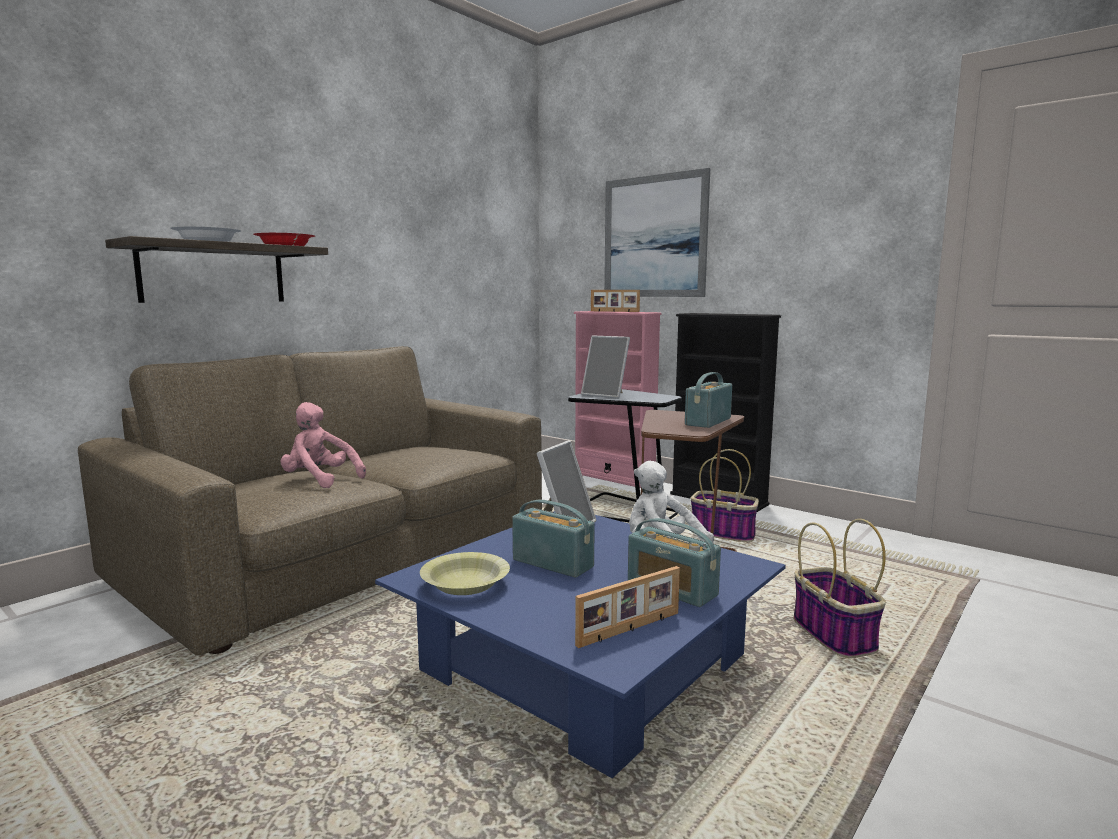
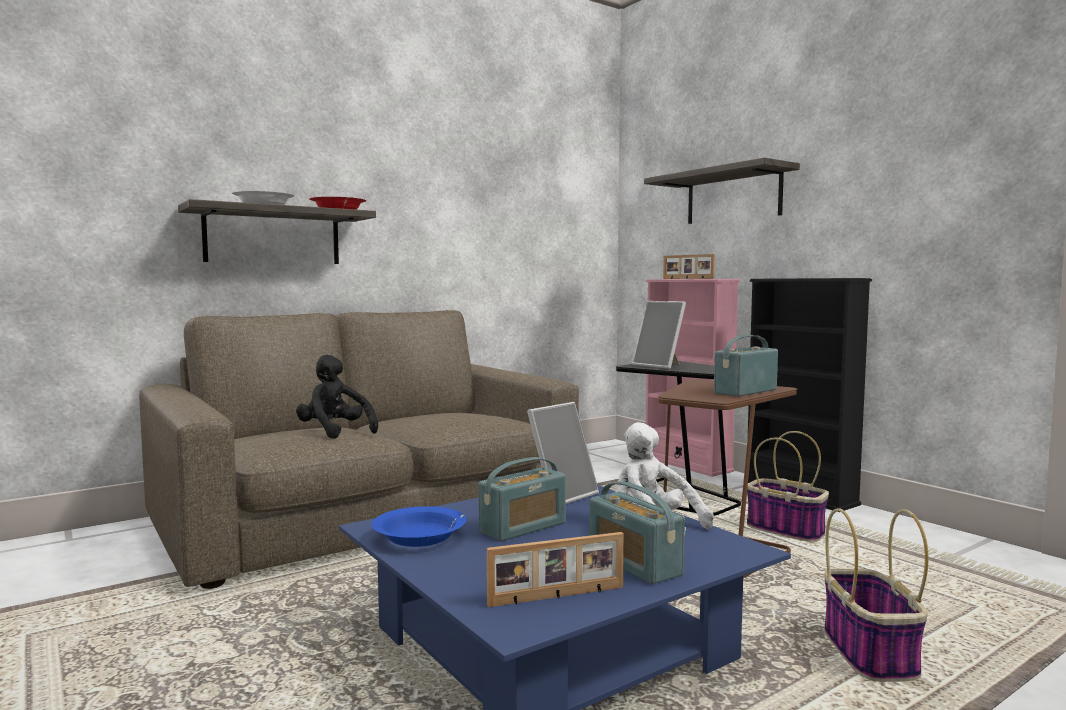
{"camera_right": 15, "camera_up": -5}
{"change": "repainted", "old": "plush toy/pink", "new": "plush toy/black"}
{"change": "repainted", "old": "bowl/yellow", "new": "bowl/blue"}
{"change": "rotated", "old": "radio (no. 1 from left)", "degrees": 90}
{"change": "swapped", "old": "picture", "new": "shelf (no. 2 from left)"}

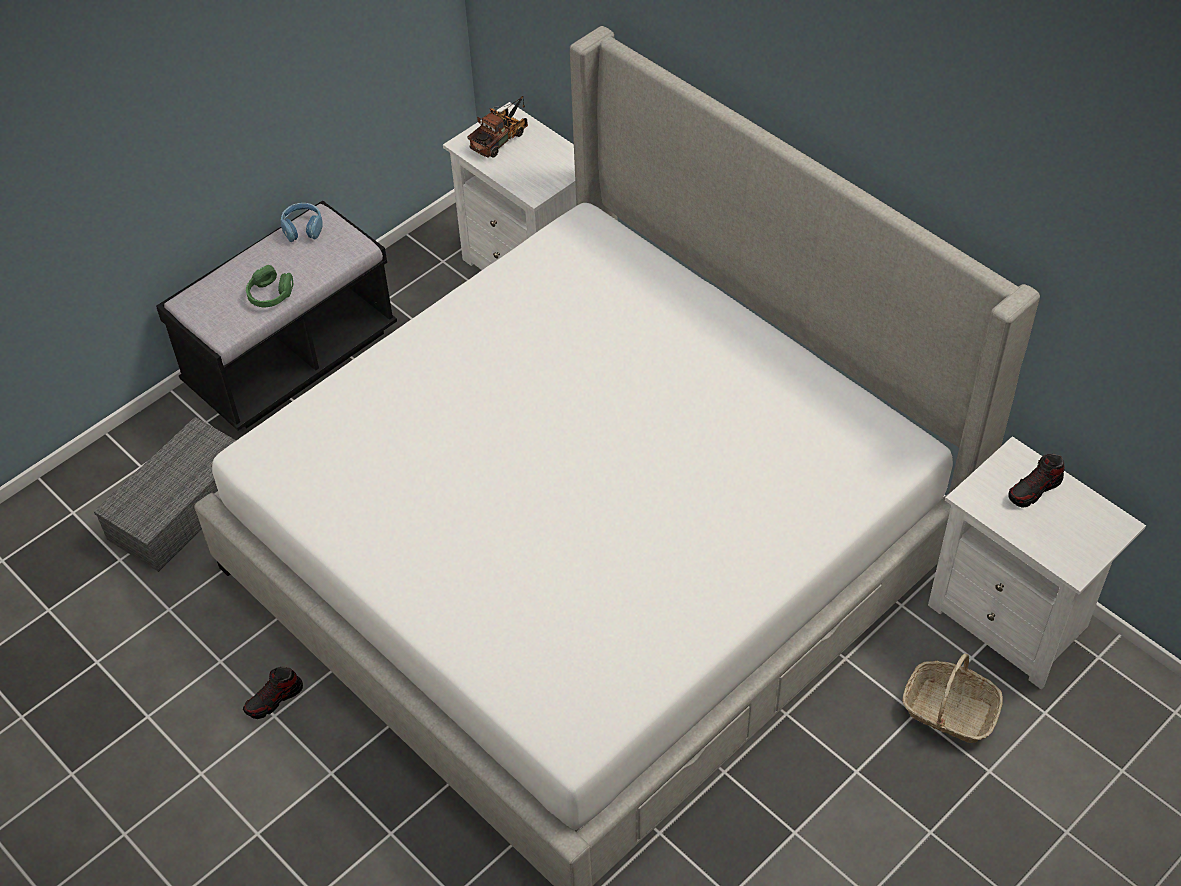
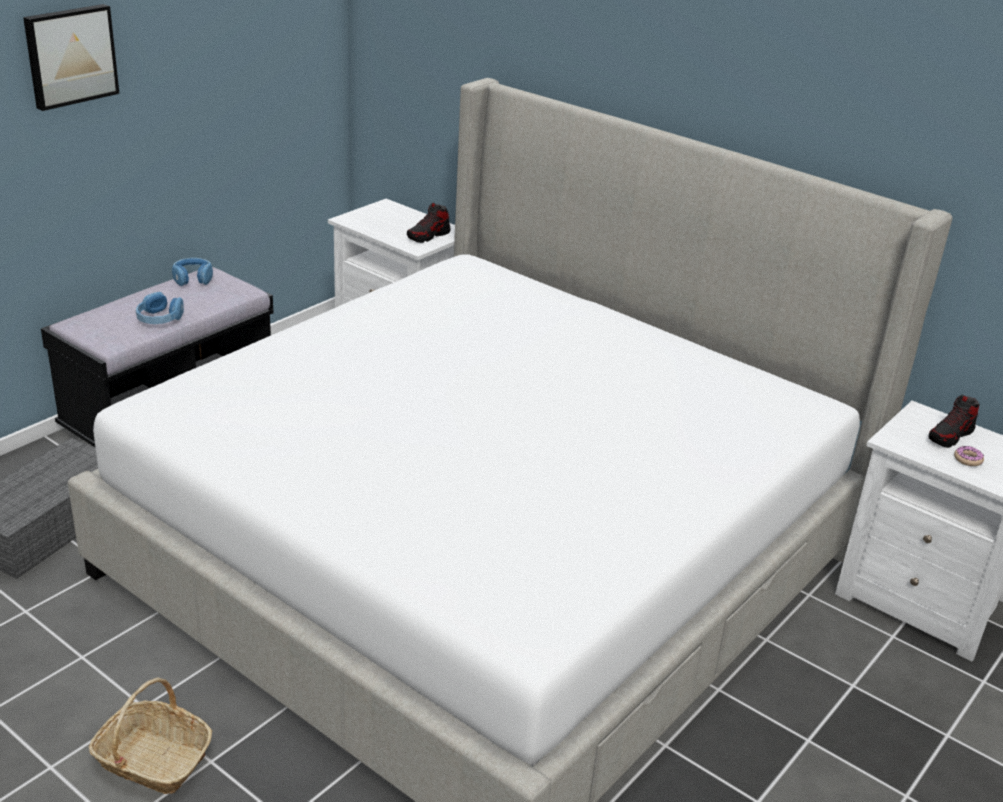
{"camera_right": -10, "camera_up": -20}
{"change": "shifted", "old": "shoe (no. 1 from left)"}
{"change": "repainted", "old": "headphones/green", "new": "headphones/blue (no. 1 from left)"}
{"change": "gone", "old": "toy truck"}
{"change": "shifted", "old": "basket"}
{"change": "new", "new": "picture"}
{"change": "new", "new": "donut"}

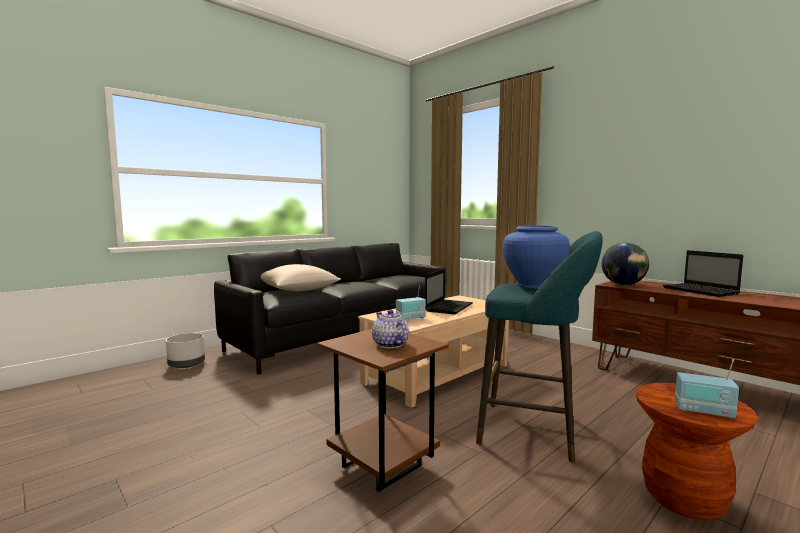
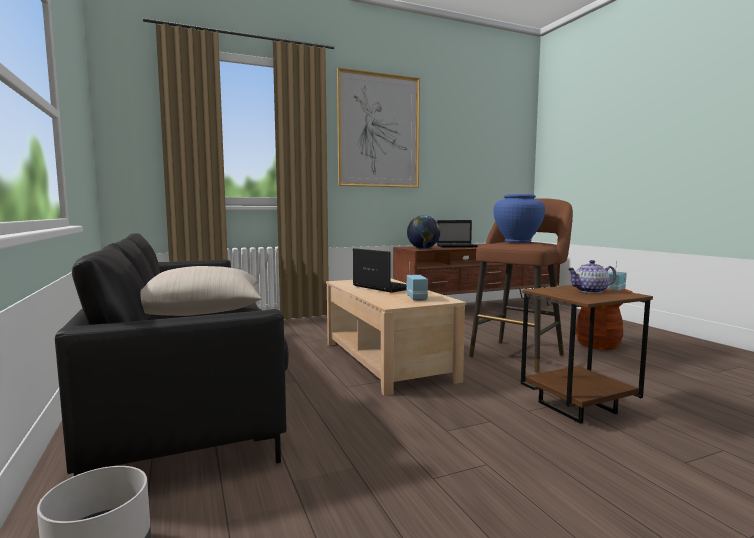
{"camera_right": -70, "camera_up": 0}
{"change": "repainted", "old": "stool/turquoise", "new": "stool/brown (no. 1 from left)"}
{"change": "new", "new": "picture"}

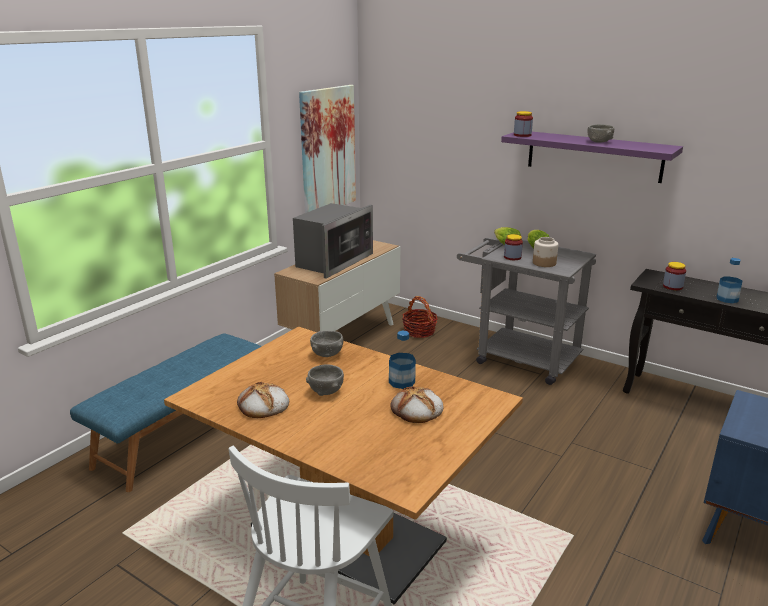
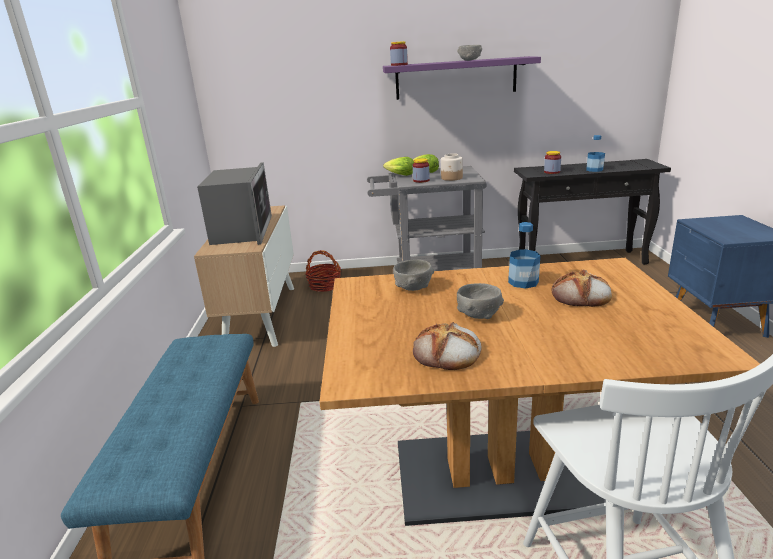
{"camera_right": -35, "camera_up": 0}
{"change": "gone", "old": "picture"}

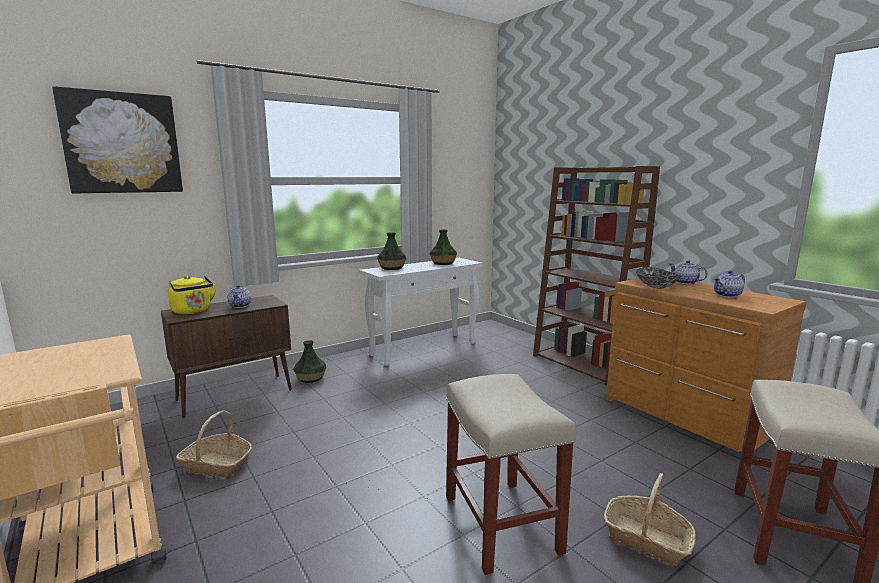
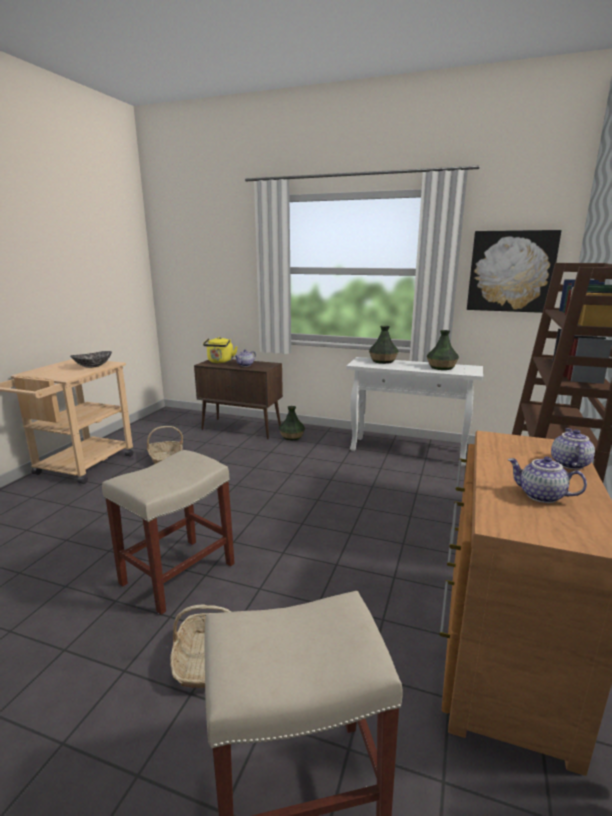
{"camera_right": 55, "camera_up": 5}
{"change": "shifted", "old": "picture"}
{"change": "shifted", "old": "bowl"}

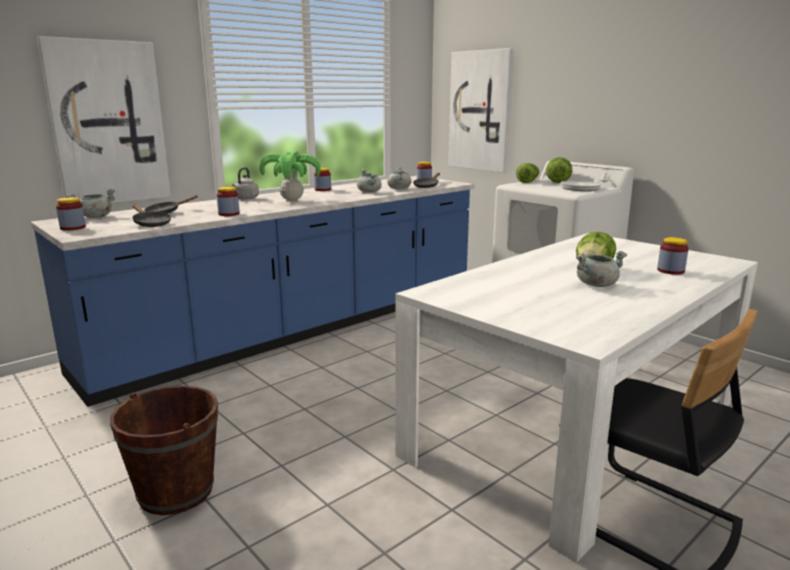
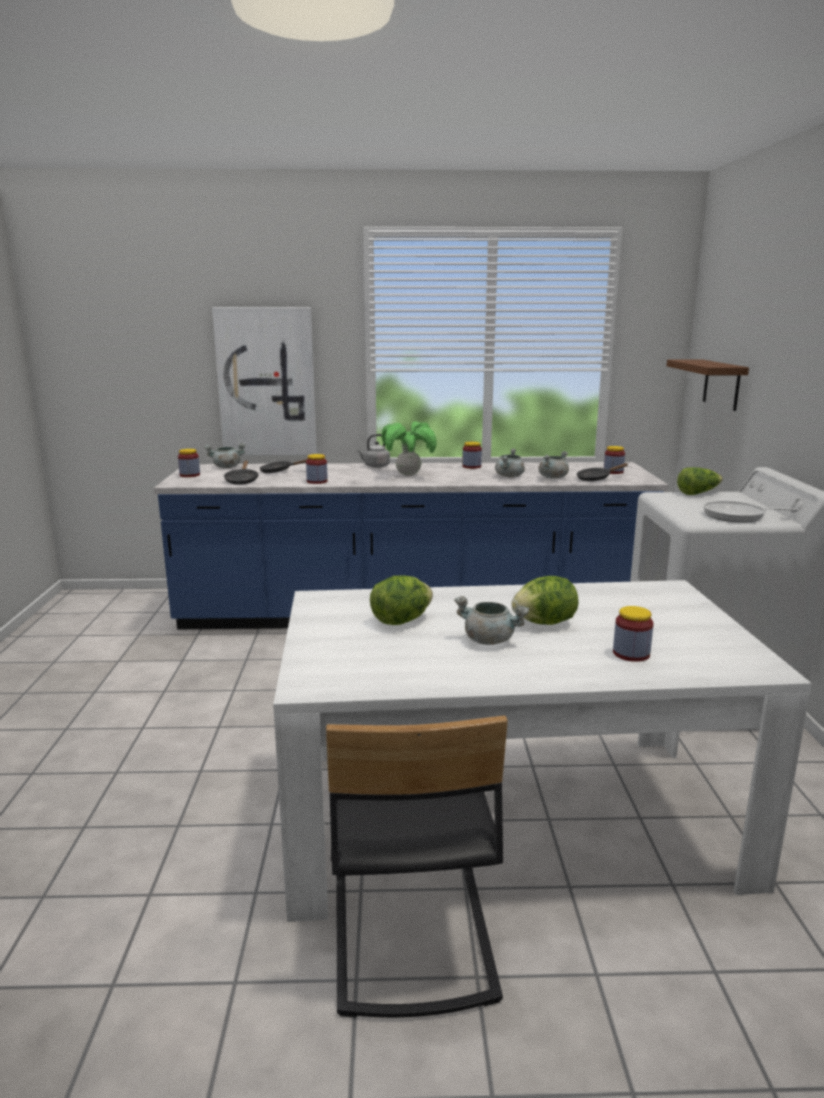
{"camera_right": 40, "camera_up": 0}
{"change": "gone", "old": "bucket/brown"}
{"change": "swapped", "old": "picture (no. 2 from left)", "new": "shelf/brown"}
{"change": "shifted", "old": "lettuce (no. 2 from left in the first image)", "new": "lettuce (no. 1 from left)"}

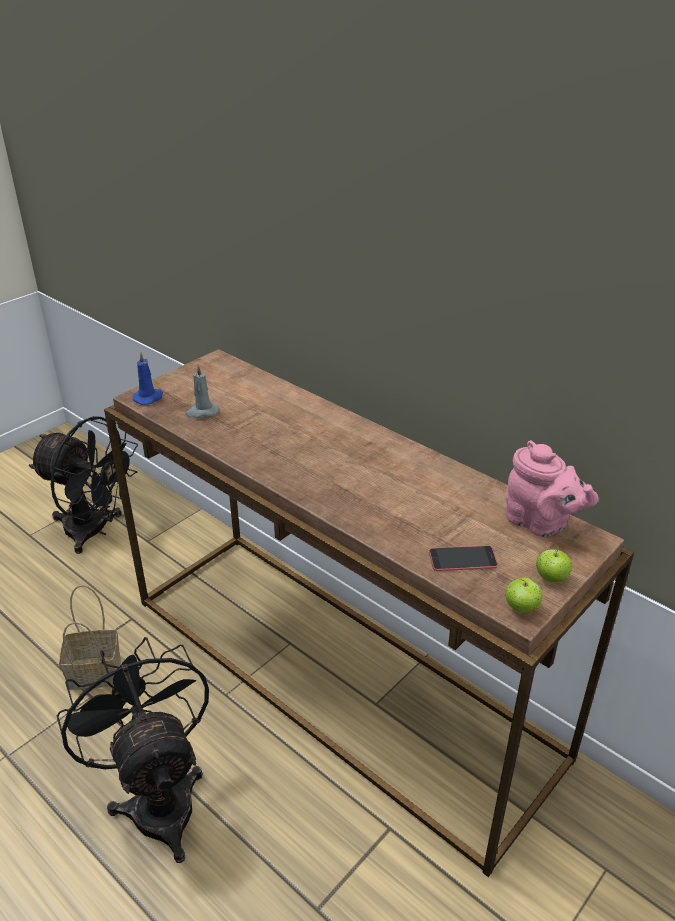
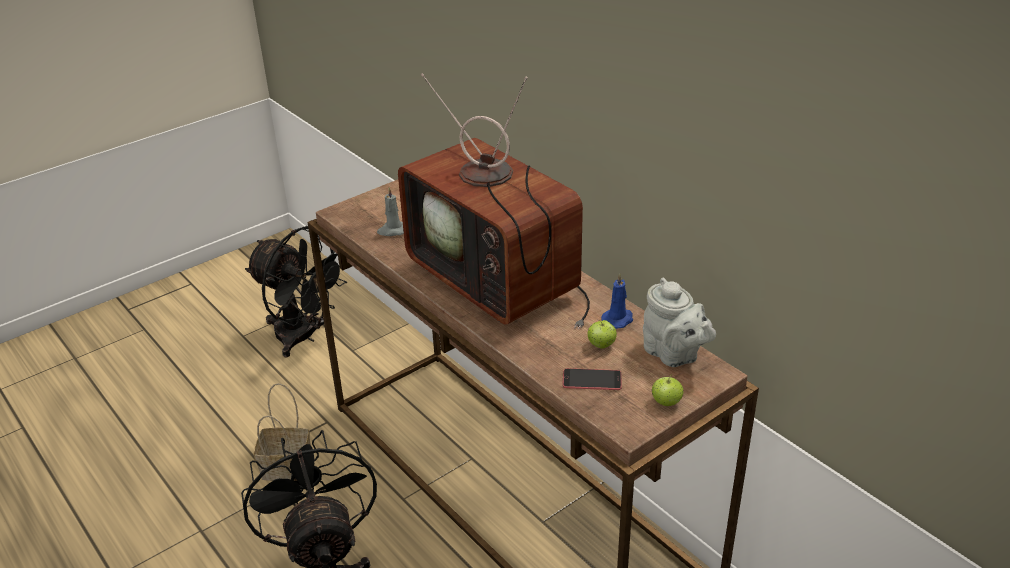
{"camera_right": 10, "camera_up": 0}
{"change": "shifted", "old": "candle/blue"}
{"change": "shifted", "old": "apple (no. 1 from left)"}
{"change": "repainted", "old": "teapot/pink", "new": "teapot/grey"}
{"change": "new", "new": "television"}

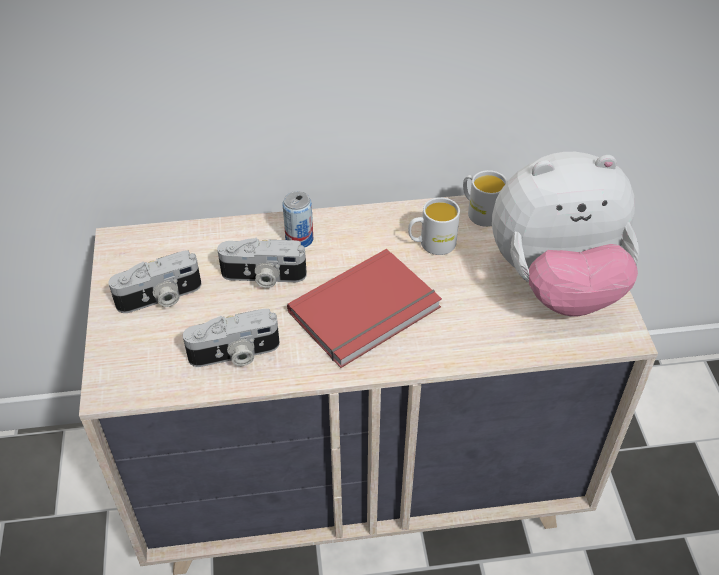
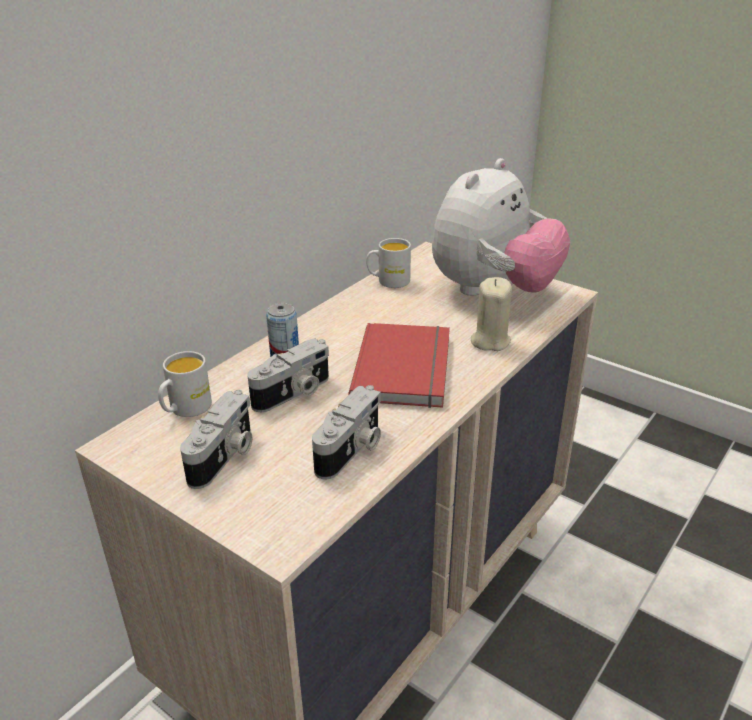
{"camera_right": -45, "camera_up": -15}
{"change": "shifted", "old": "mug/white (no. 1 from left)"}
{"change": "new", "new": "candle/beige"}

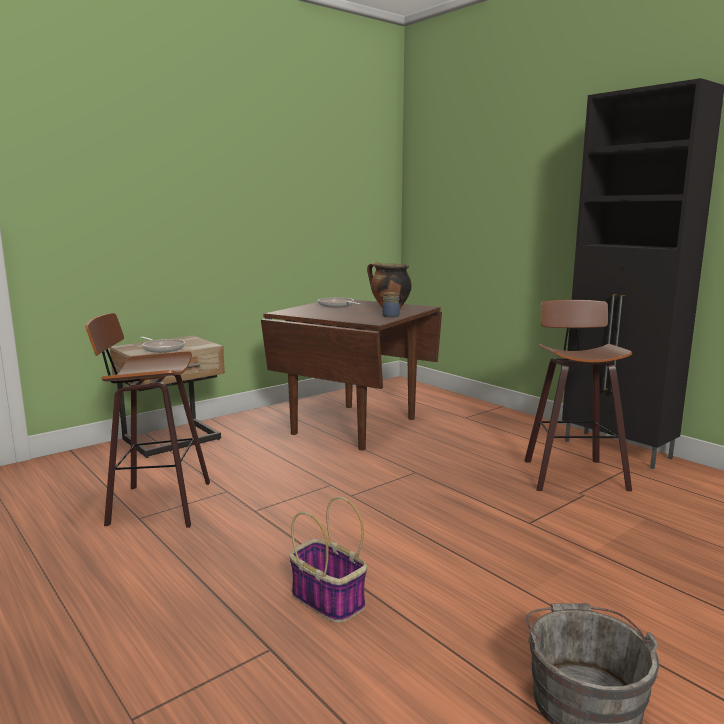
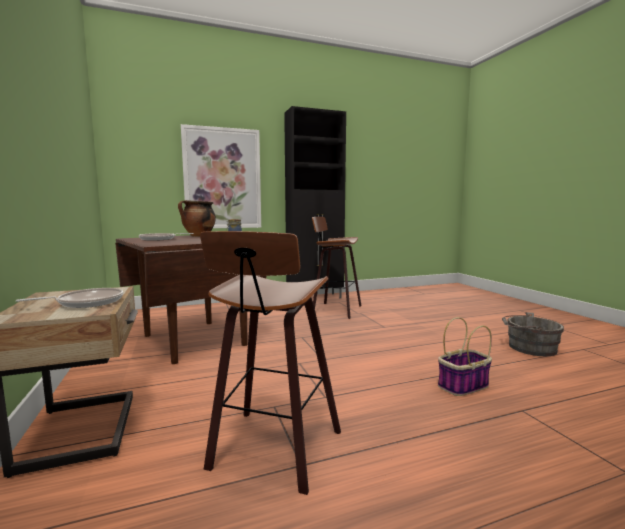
{"camera_right": -70, "camera_up": -5}
{"change": "new", "new": "picture"}

